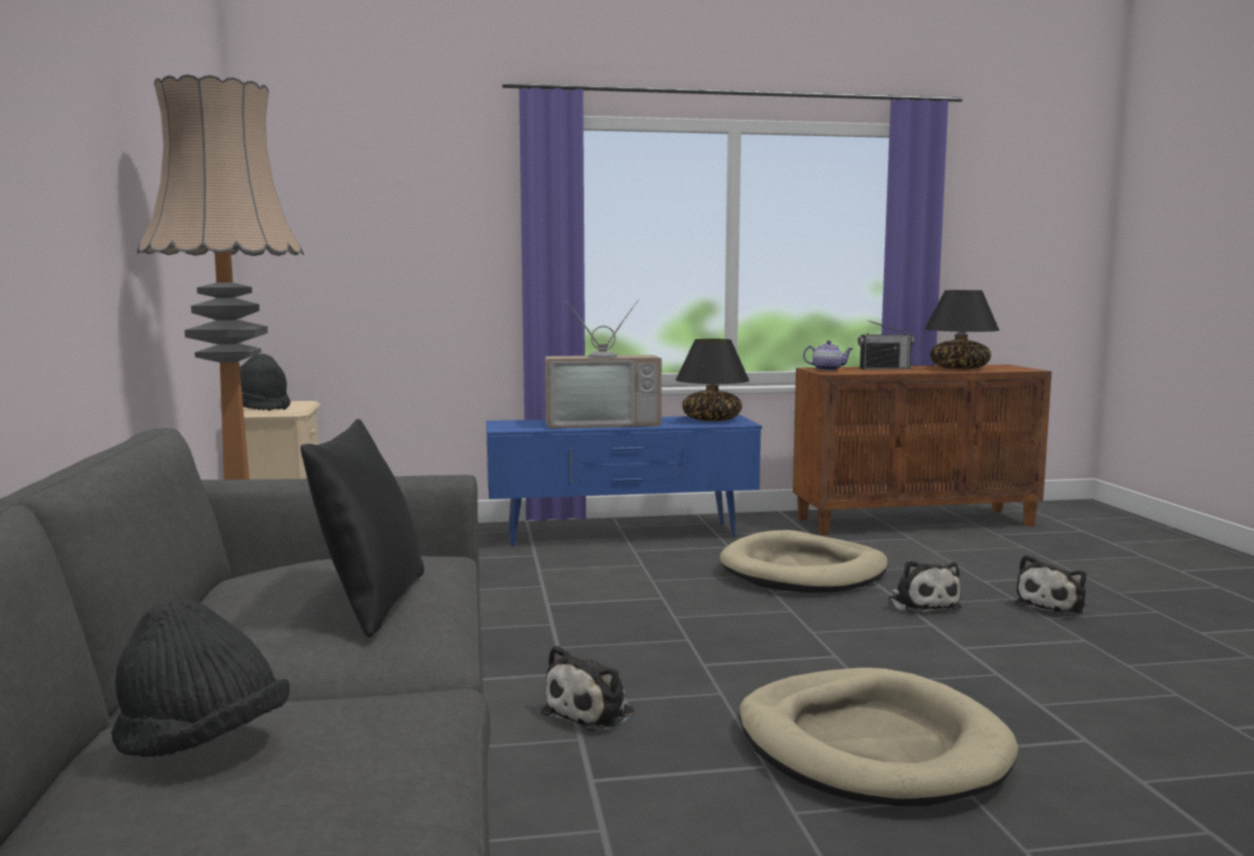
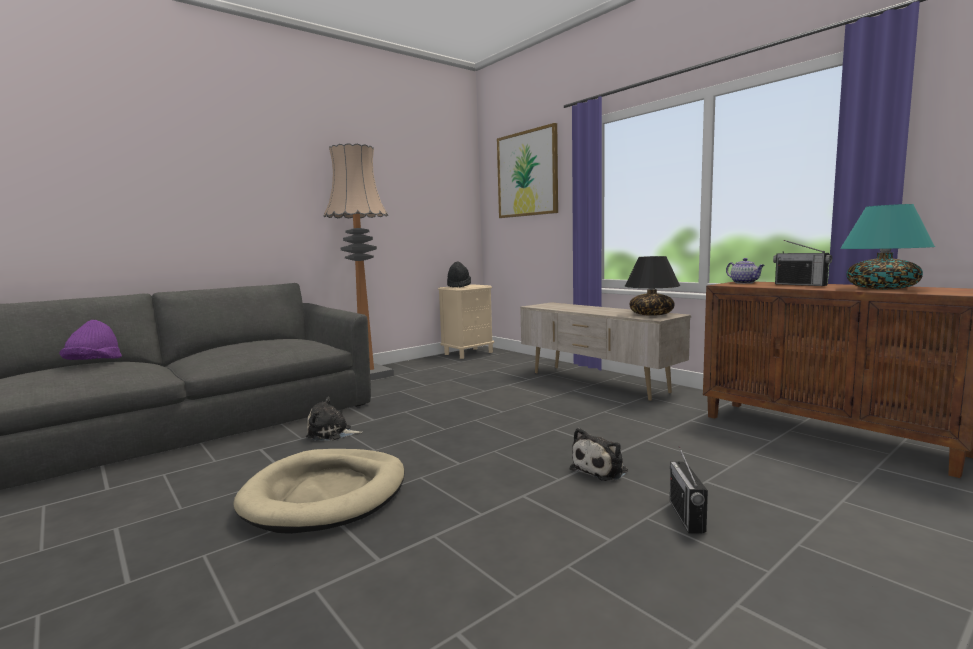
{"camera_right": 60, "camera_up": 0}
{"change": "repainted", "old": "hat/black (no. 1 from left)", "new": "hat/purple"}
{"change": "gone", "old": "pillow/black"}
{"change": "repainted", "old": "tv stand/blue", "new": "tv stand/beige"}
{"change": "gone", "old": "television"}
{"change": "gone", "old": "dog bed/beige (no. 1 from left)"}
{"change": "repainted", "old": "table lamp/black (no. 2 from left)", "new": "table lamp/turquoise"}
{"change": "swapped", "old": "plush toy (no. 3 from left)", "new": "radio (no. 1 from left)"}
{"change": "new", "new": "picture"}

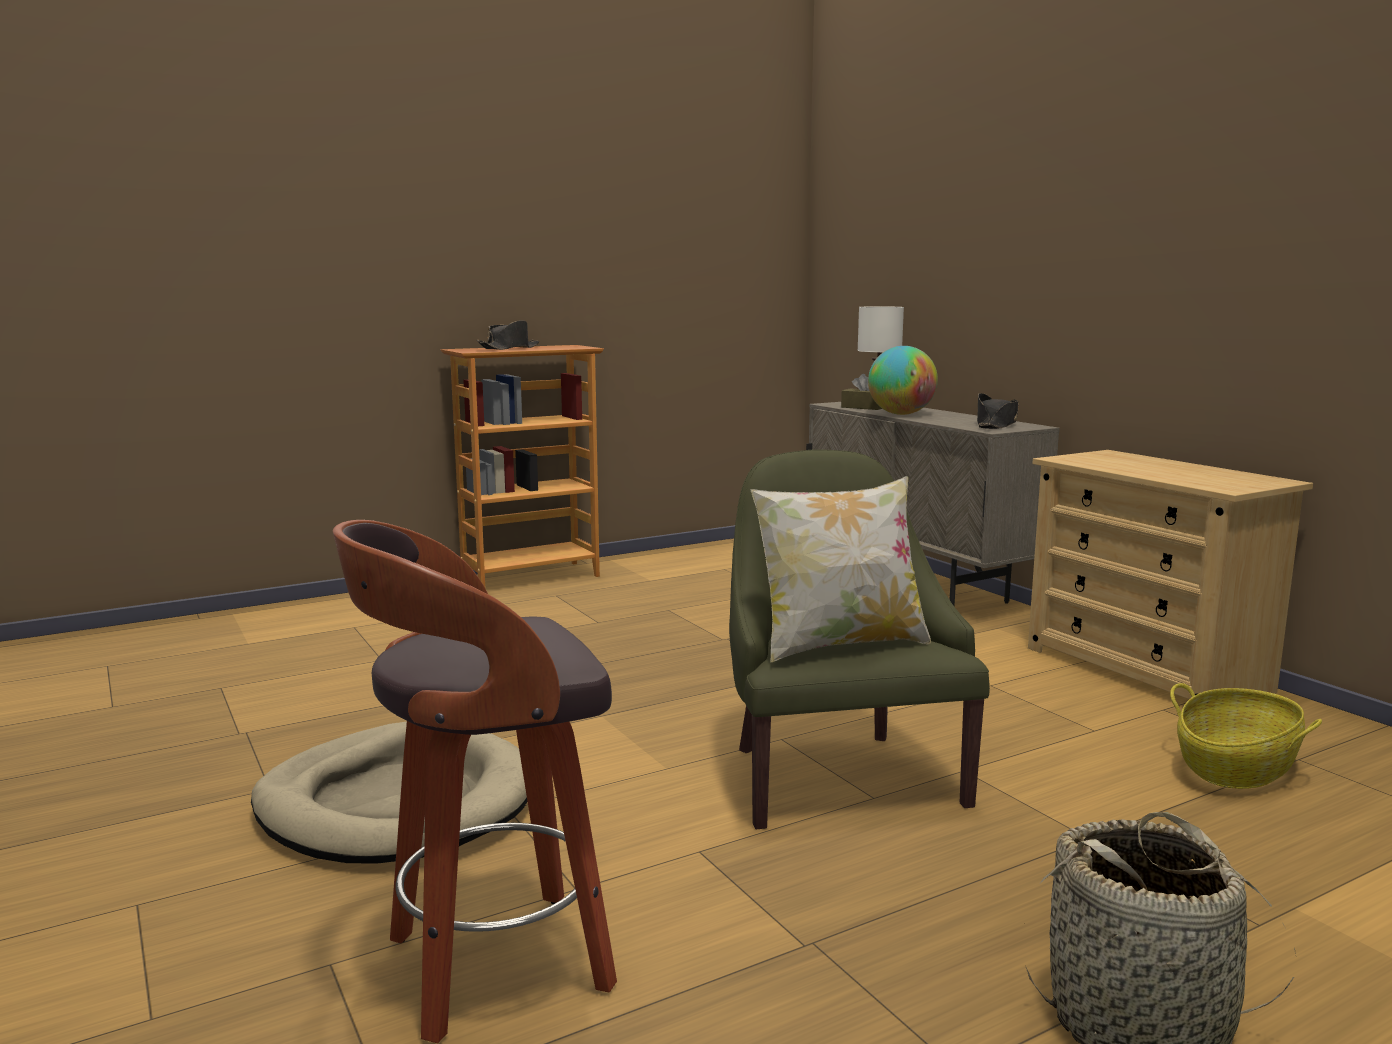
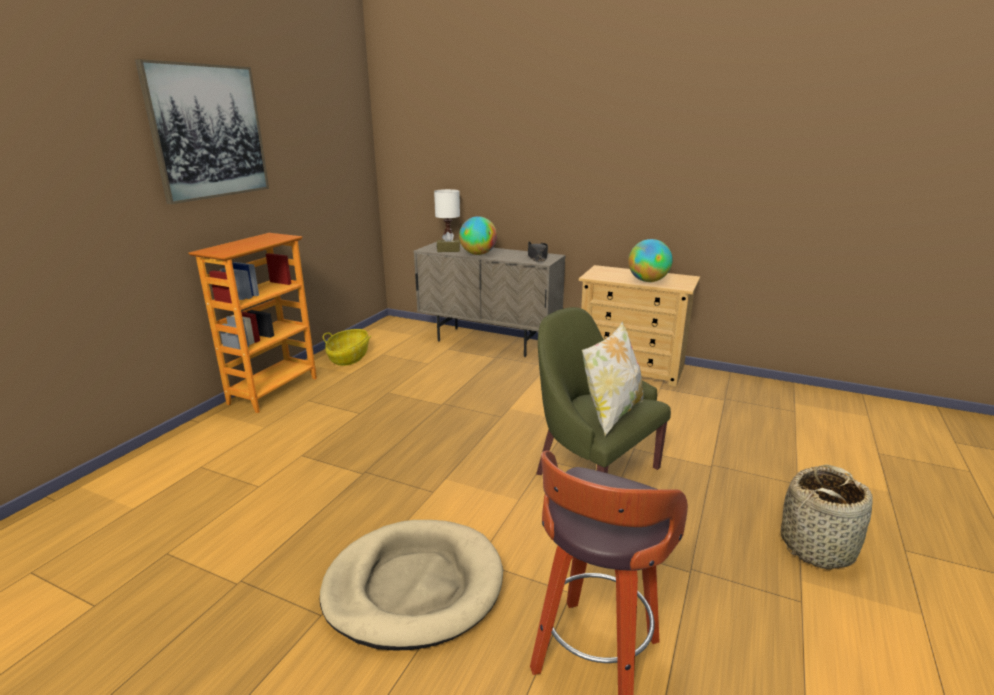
{"camera_right": -35, "camera_up": 10}
{"change": "gone", "old": "hat/black (no. 1 from left)"}
{"change": "shifted", "old": "basket (no. 2 from left in the first image)", "new": "basket (no. 1 from left)"}
{"change": "new", "new": "picture"}
{"change": "new", "new": "globe (no. 2 from left)"}

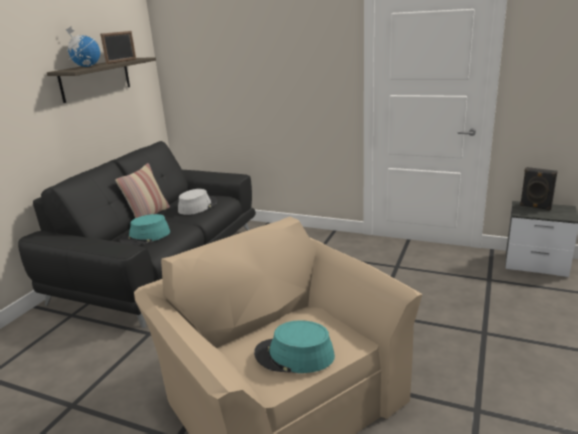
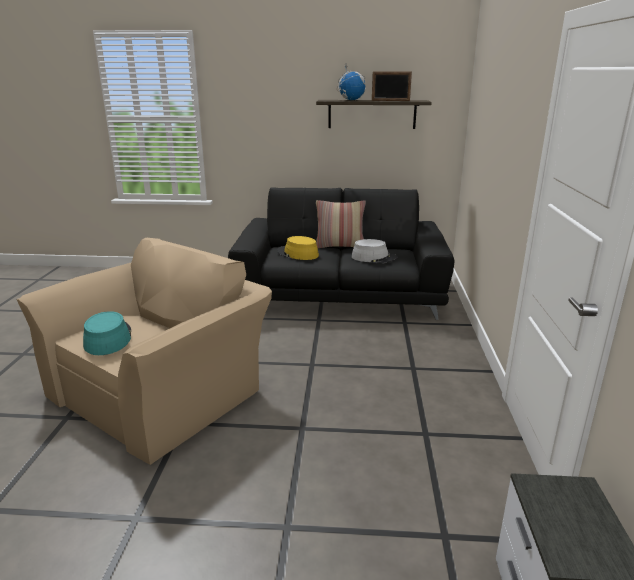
{"camera_right": 70, "camera_up": 0}
{"change": "repainted", "old": "hat/turquoise (no. 1 from left)", "new": "hat/yellow"}
{"change": "gone", "old": "speaker/black"}

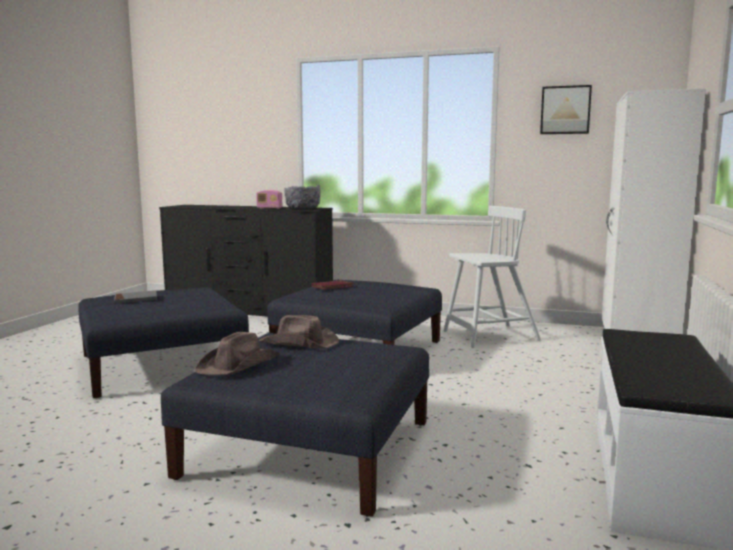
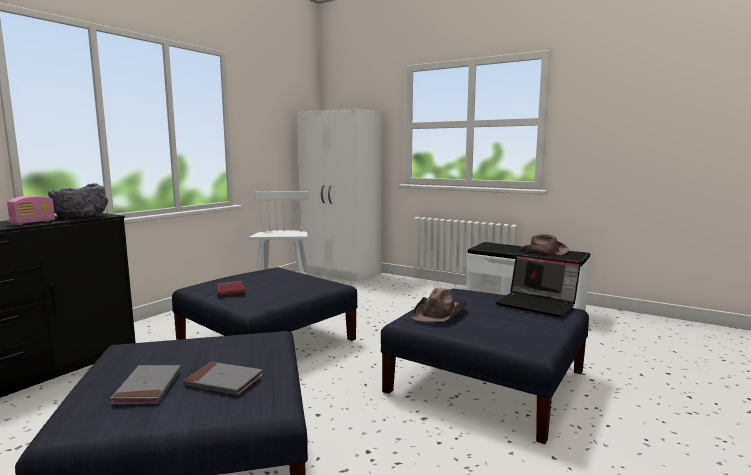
{"camera_right": -75, "camera_up": 0}
{"change": "shifted", "old": "hat/brown (no. 1 from left in the first image)", "new": "hat/brown (no. 2 from left)"}
{"change": "gone", "old": "picture"}
{"change": "new", "new": "book/grey (no. 2 from left)"}
{"change": "new", "new": "laptop"}

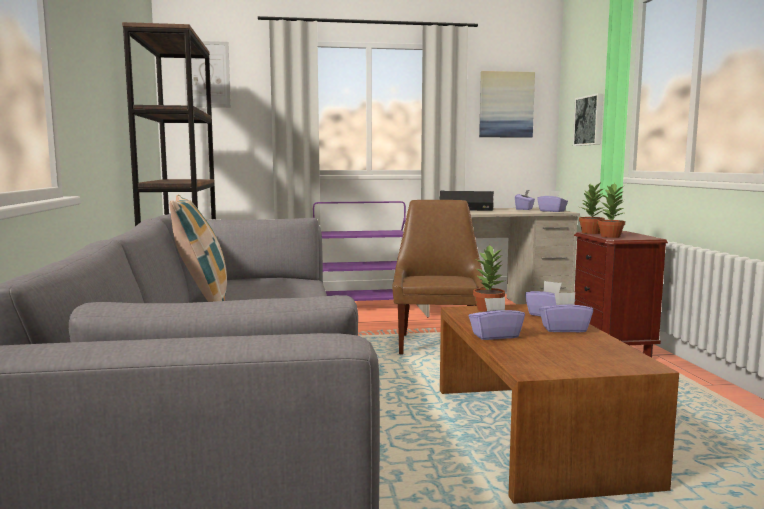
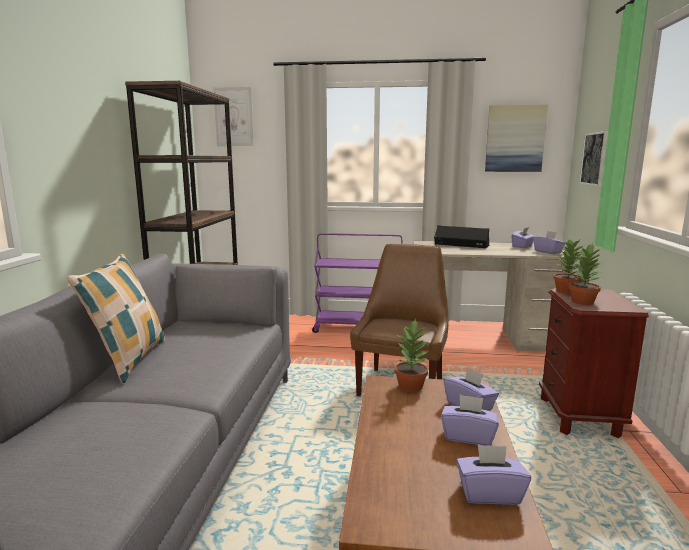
{"camera_right": 15, "camera_up": 5}
{"change": "shifted", "old": "tissue box/purple (no. 1 from left in the first image)", "new": "tissue box/purple (no. 3 from left)"}

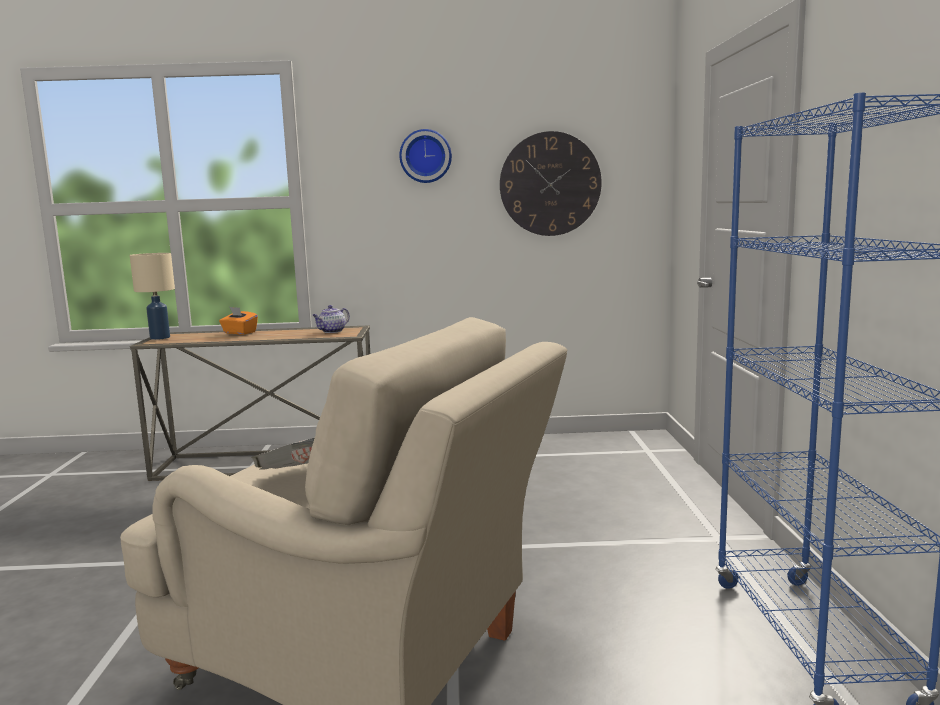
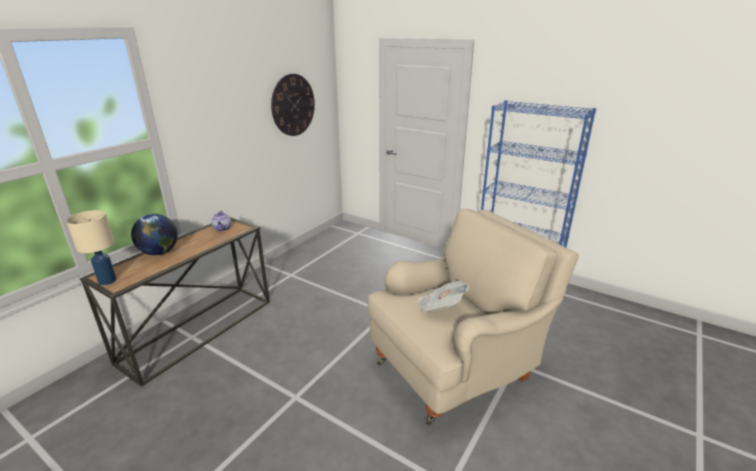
{"camera_right": -55, "camera_up": 15}
{"change": "swapped", "old": "tissue box/orange", "new": "globe"}
{"change": "gone", "old": "wall clock (no. 1 from left)"}

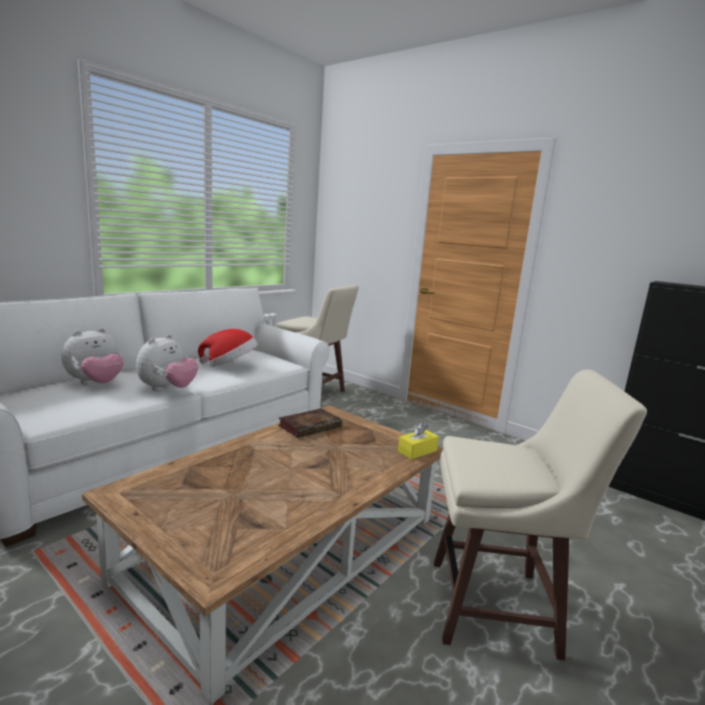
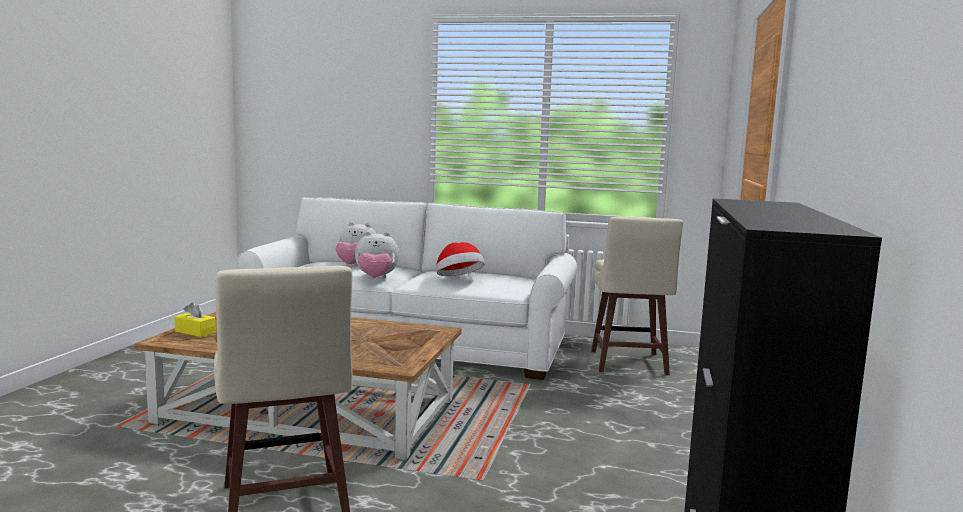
{"camera_right": 65, "camera_up": -5}
{"change": "gone", "old": "book"}
{"change": "shifted", "old": "tissue box/yellow"}

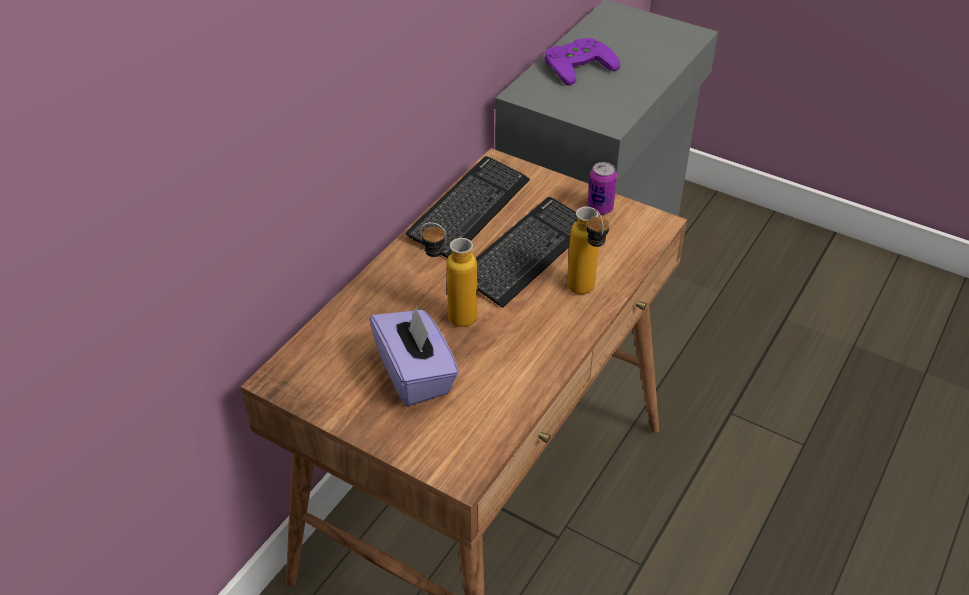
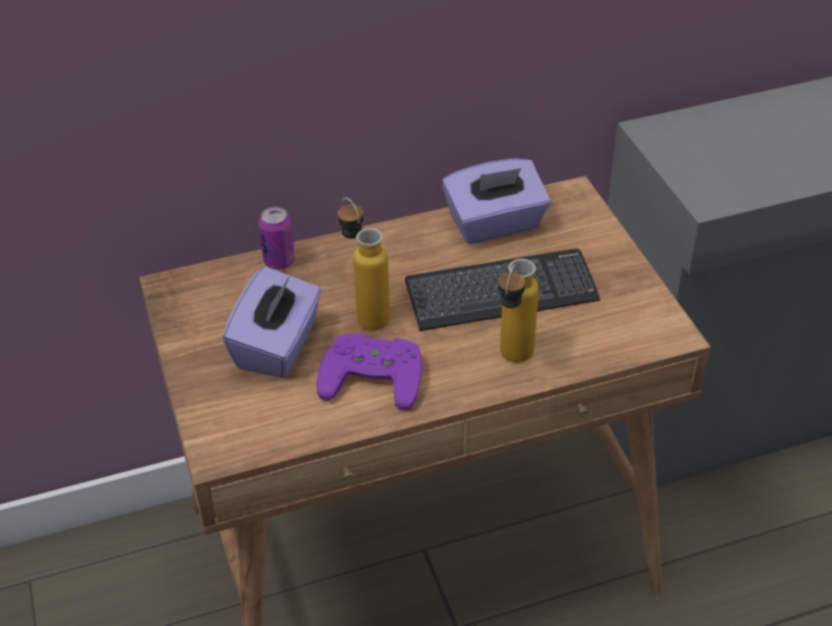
{"camera_right": 40, "camera_up": 0}
{"change": "swapped", "old": "keyboard (no. 1 from left)", "new": "tissue box/purple (no. 2 from left)"}
{"change": "shifted", "old": "game controller/purple"}
{"change": "shifted", "old": "can"}

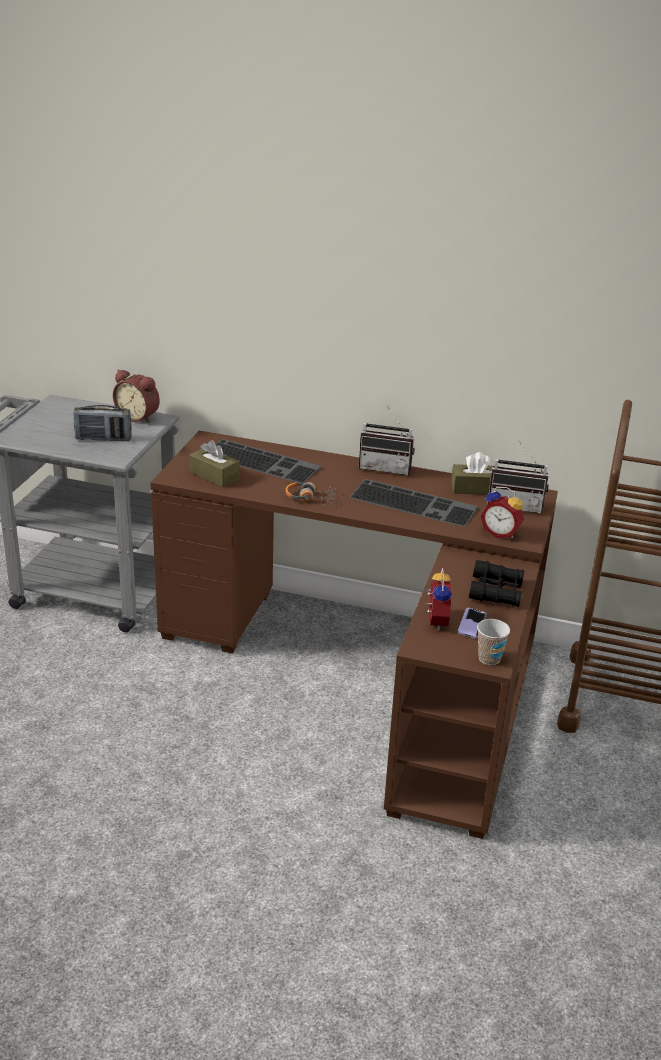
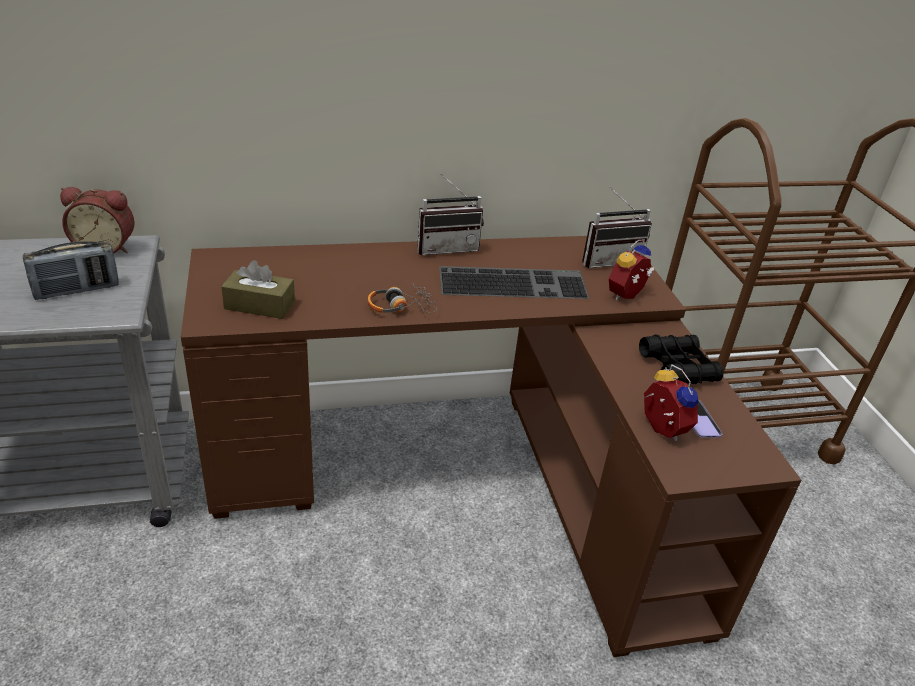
{"camera_right": -30, "camera_up": 5}
{"change": "gone", "old": "keyboard (no. 1 from left)"}
{"change": "gone", "old": "tissue box/brown (no. 2 from left)"}
{"change": "gone", "old": "cup"}
{"change": "rotated", "old": "alarm clock (no. 3 from left in the first image)", "degrees": 135}

